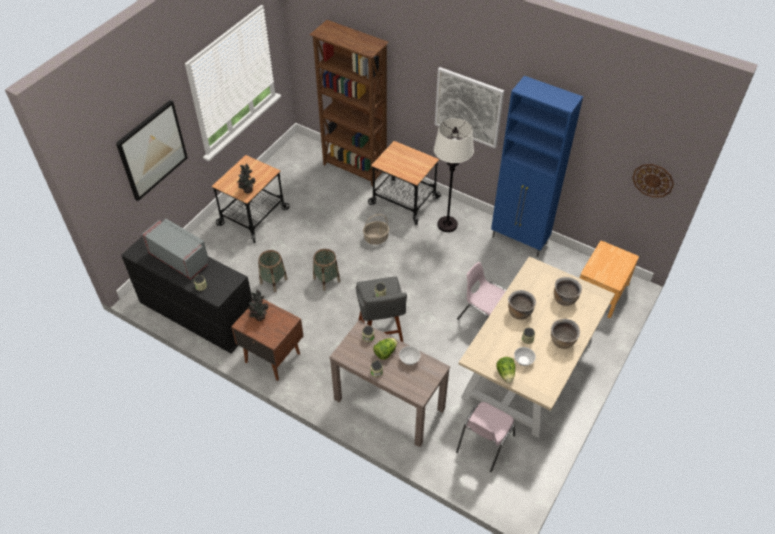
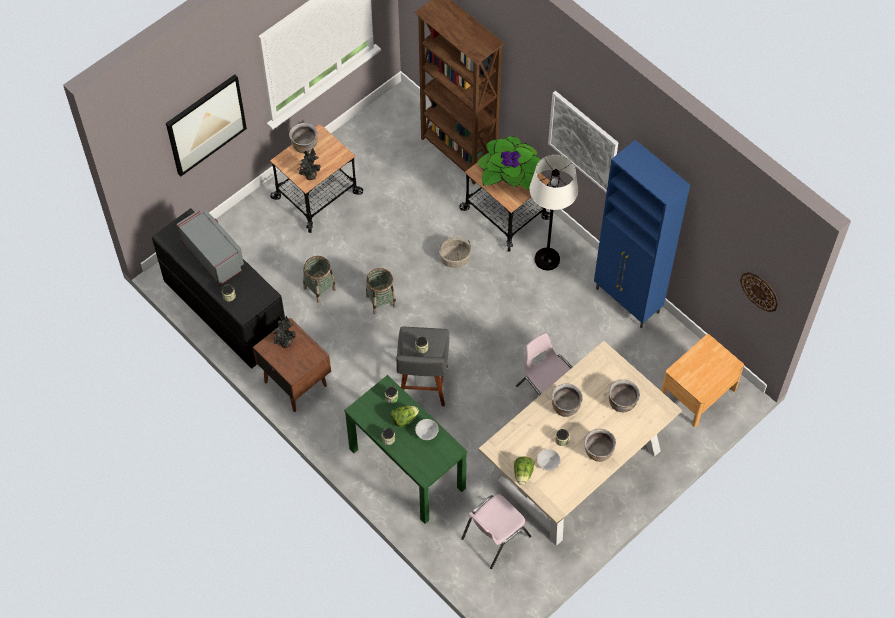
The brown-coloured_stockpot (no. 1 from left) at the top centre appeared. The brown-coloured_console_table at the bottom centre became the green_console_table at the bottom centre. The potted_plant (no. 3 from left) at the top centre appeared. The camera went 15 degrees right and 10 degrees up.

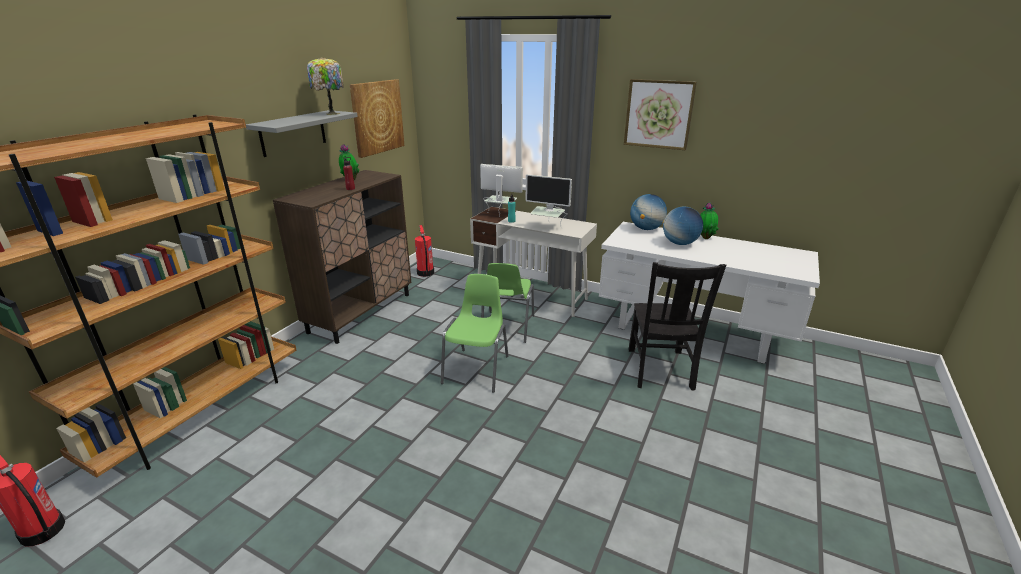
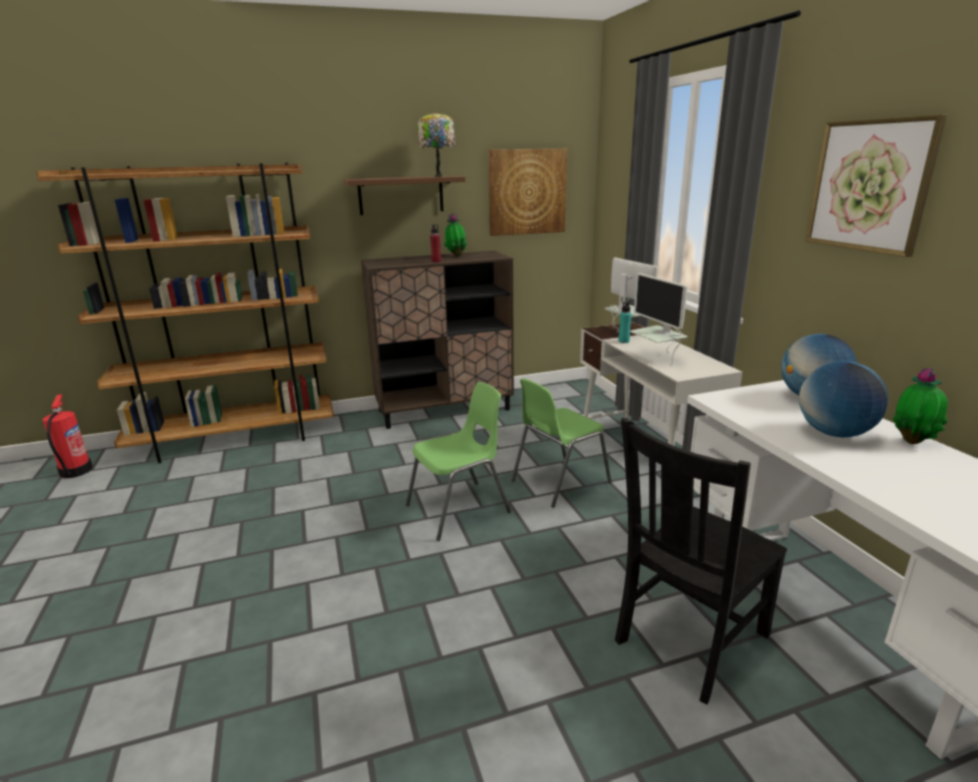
The grey_shelf at the top left became the brown-coloured_shelf at the top centre. The extinguisher (no. 2 from left) at the centre disappeared. The camera went 45 degrees right and 5 degrees down.

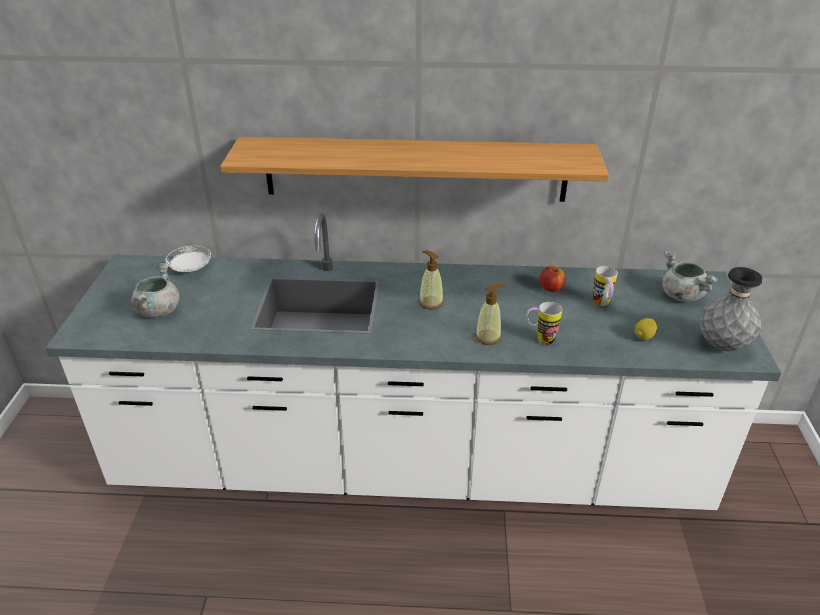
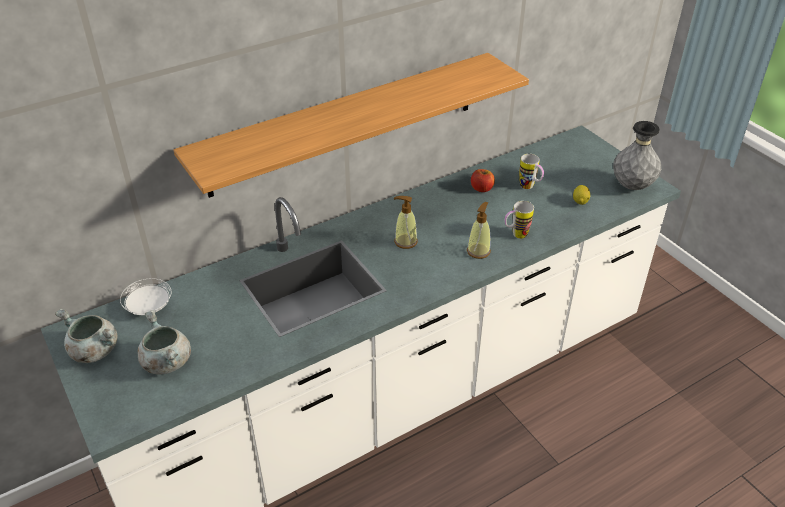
The grey_stockpot (no. 2 from left in the first image) moved from the middle right to the middle left. The camera went 35 degrees left and 5 degrees up.

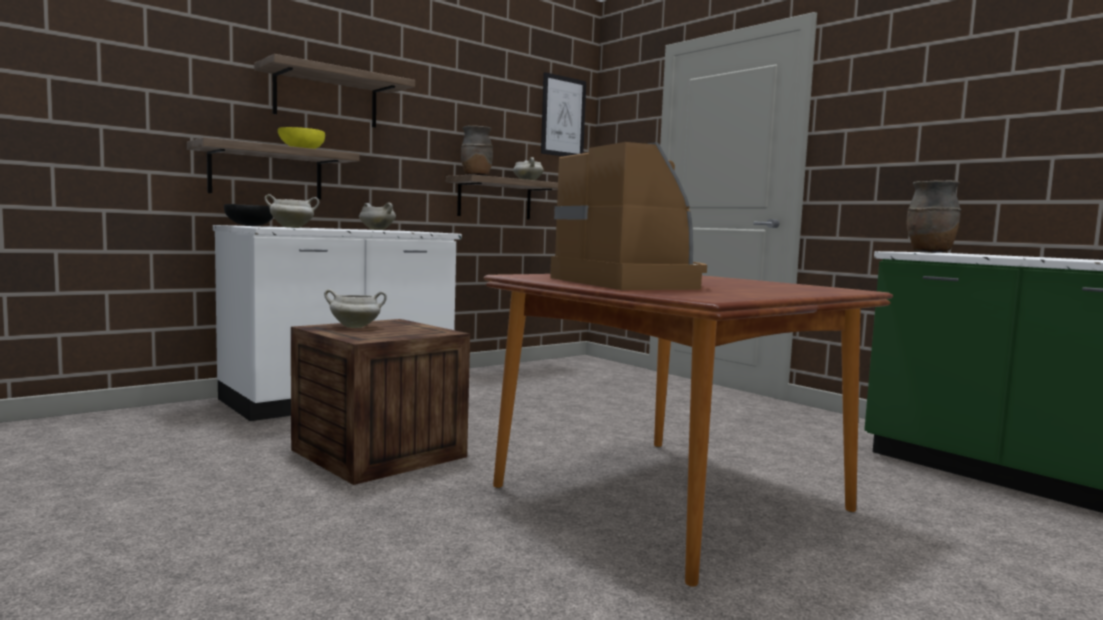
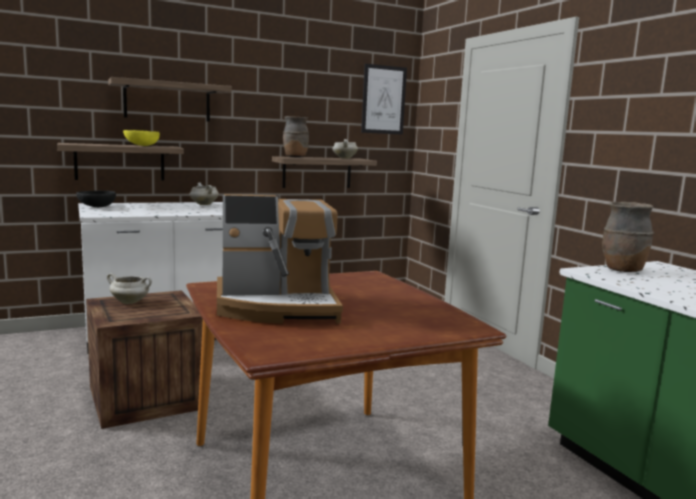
The coffee_maker at the centre turned 90 degrees clockwise. The whitish_stockpot (no. 1 from left) at the middle left disappeared. The camera went 15 degrees right and 5 degrees up.

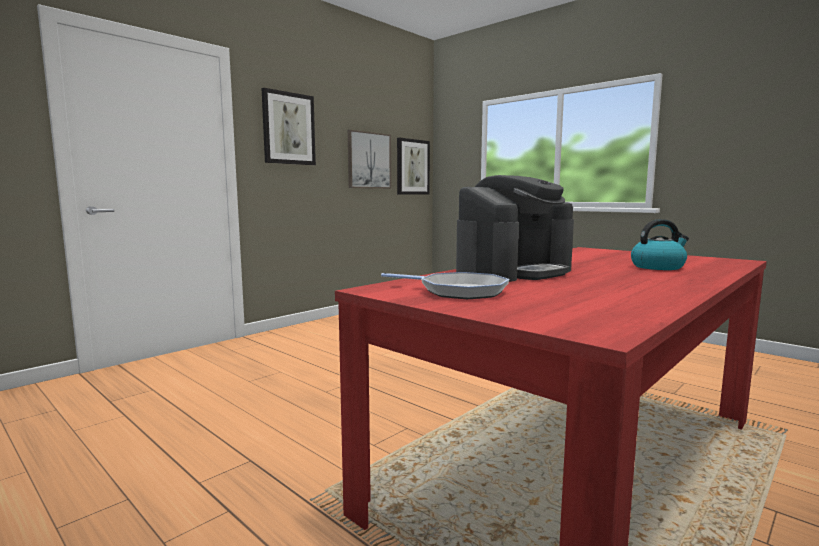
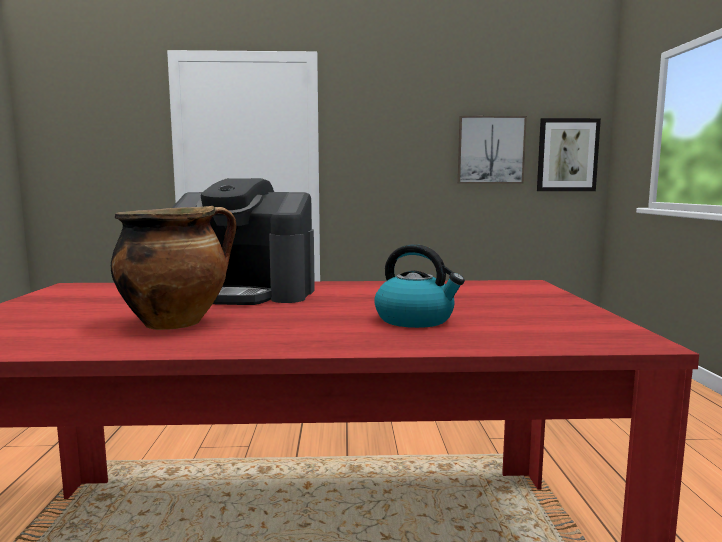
The stockpot at the middle left appeared. The wall_picture (no. 1 from left) at the top centre disappeared. The skillet at the centre disappeared. The camera went 45 degrees right and 0 degrees up.

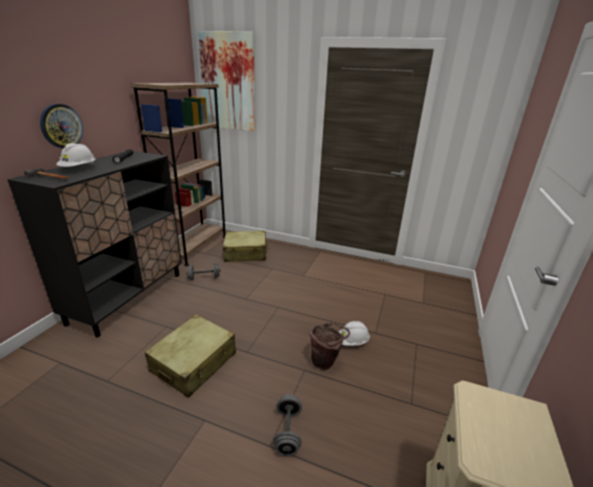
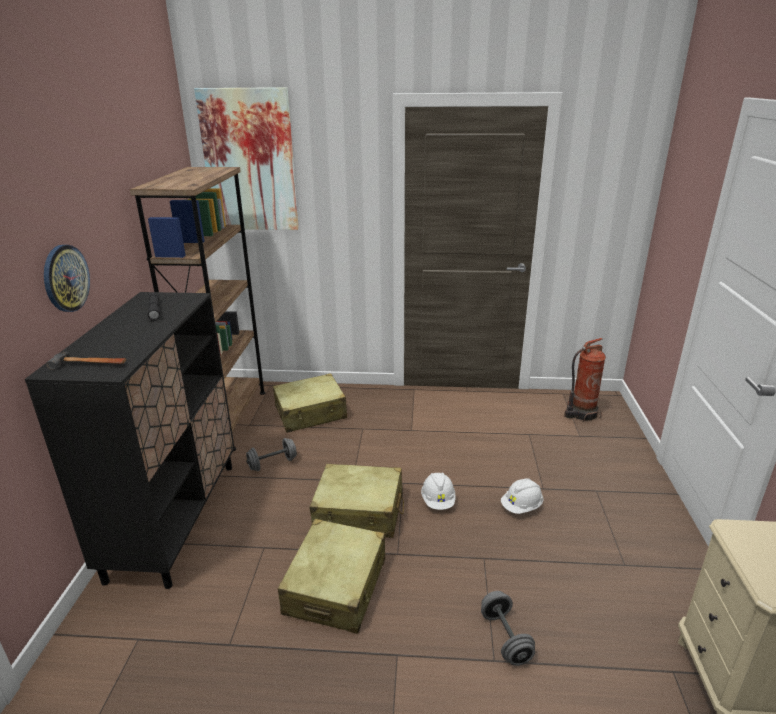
The beige_suitcase (no. 3 from left) at the bottom centre appeared. The whitish_work_helmet (no. 1 from left) moved from the top left to the bottom centre. The extinguisher at the middle right appeared. The brown-coloured_bucket at the bottom centre disappeared. The camera went 15 degrees left and 0 degrees up.

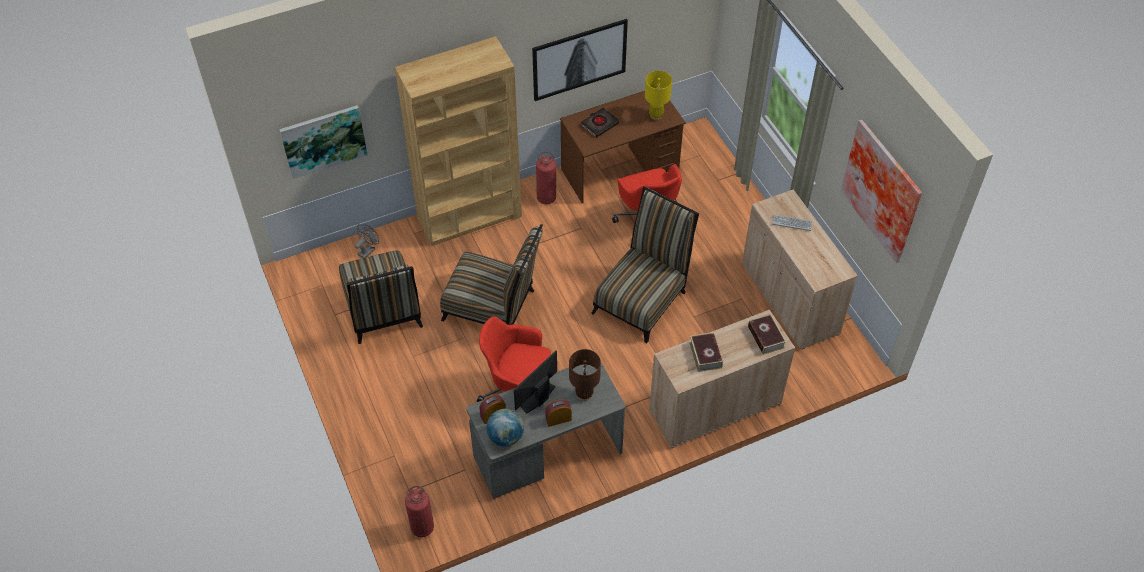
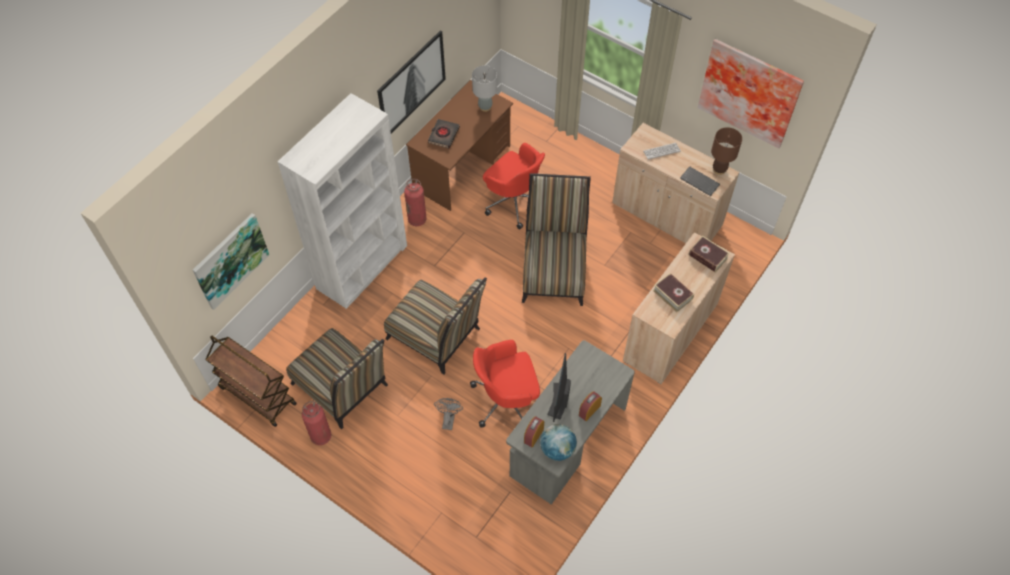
The brown-coloured_wheeled_cart at the middle left appeared. The brown-coloured_bookshelf at the top centre became the whitish_bookshelf at the centre. The extinguisher (no. 1 from left) moved from the bottom centre to the bottom left. The chair (no. 2 from left) at the centre turned 45 degrees clockwise. The grey_electric_fan moved from the middle left to the bottom centre. The yellow-coloured_tabletop_lamp at the top centre became the grey_tabletop_lamp at the top centre. The computer_keyboard (no. 2 from left) at the top right appeared. The brown-coloured_tabletop_lamp moved from the centre to the top right. The camera went 30 degrees left and 5 degrees up.

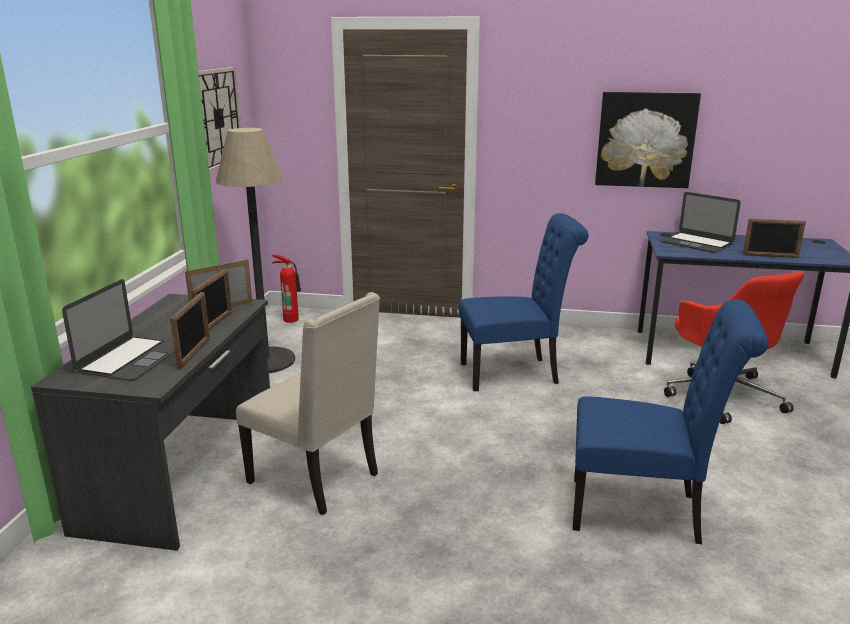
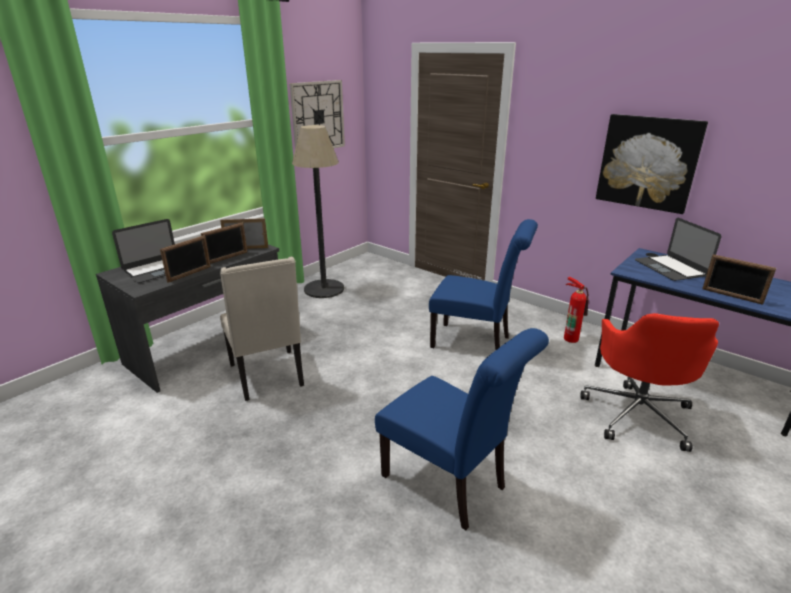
The extinguisher moved from the centre to the middle right. The camera went 30 degrees right and 5 degrees up.

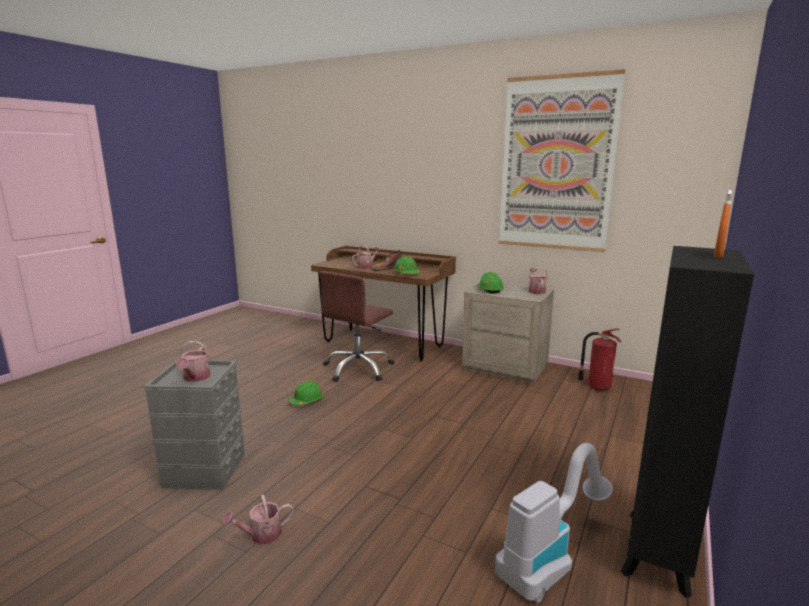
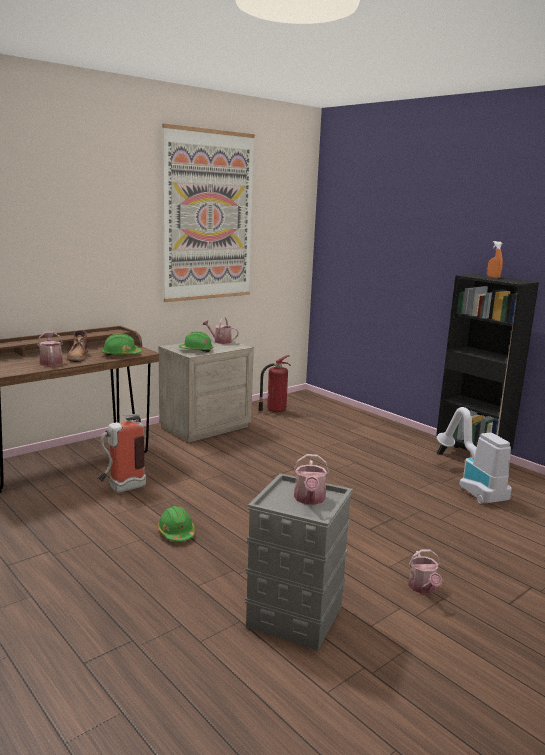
The brown-coloured_office_chair at the centre was replaced by the extinguisher (no. 1 from left) at the middle left. The watering_pot (no. 1 from left in the first image) at the middle left turned 75 degrees clockwise. The camera went 70 degrees left and 0 degrees up.

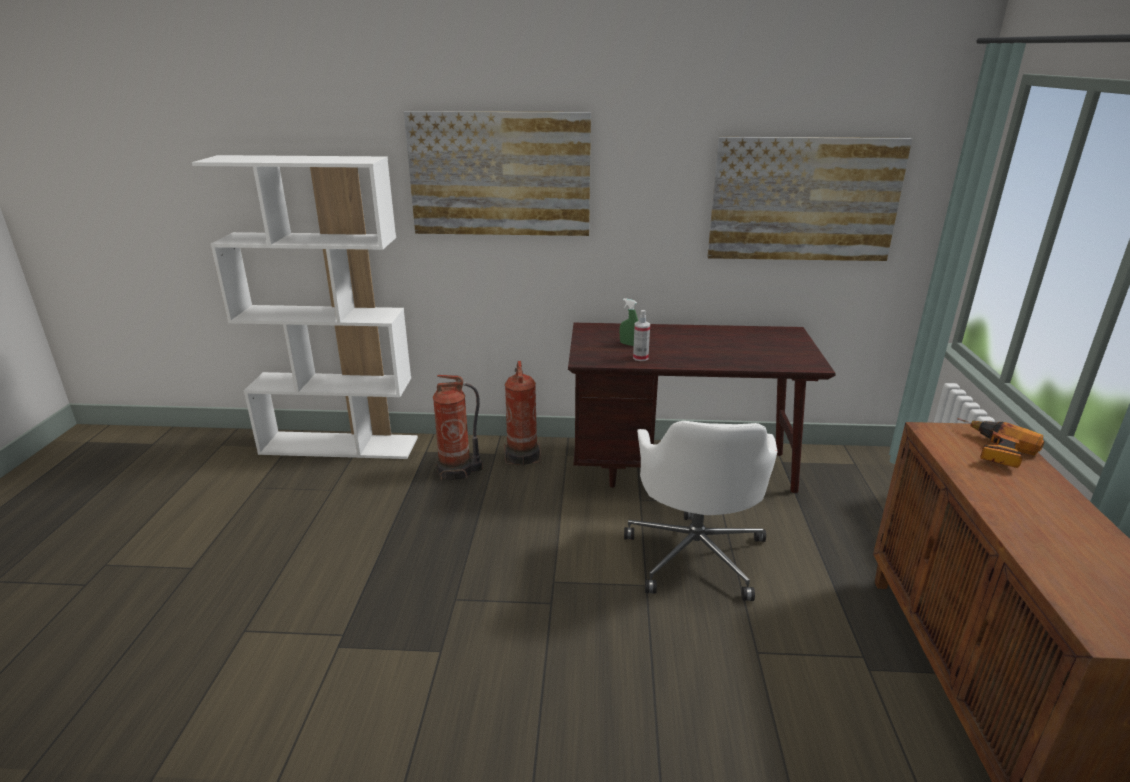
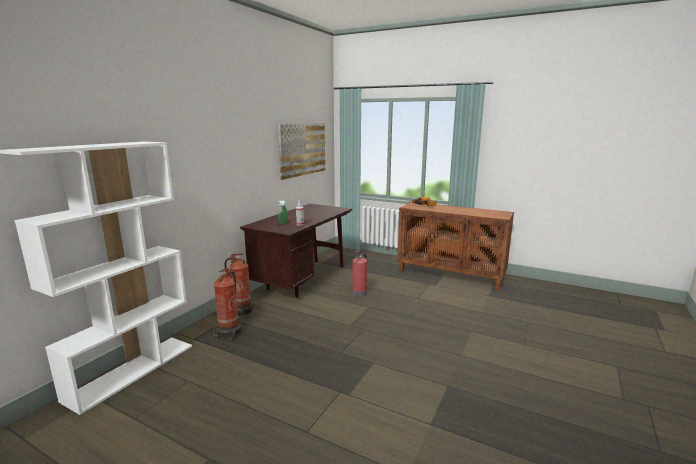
The whitish_office_chair at the centre was replaced by the extinguisher (no. 3 from left) at the centre. The wall_picture (no. 1 from left) at the top centre disappeared. The camera went 65 degrees left and 10 degrees down.

